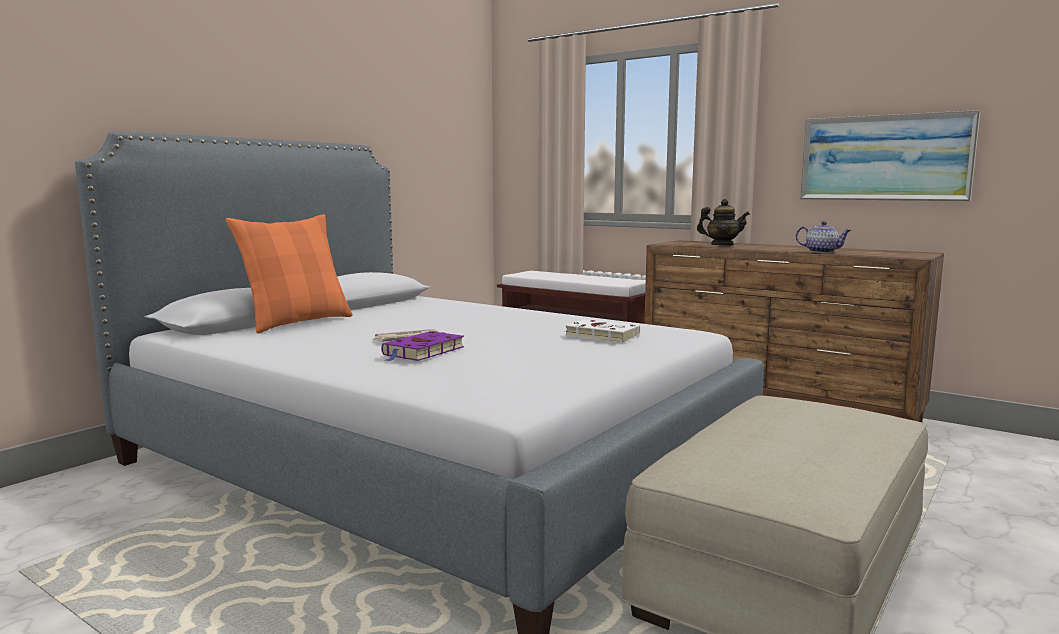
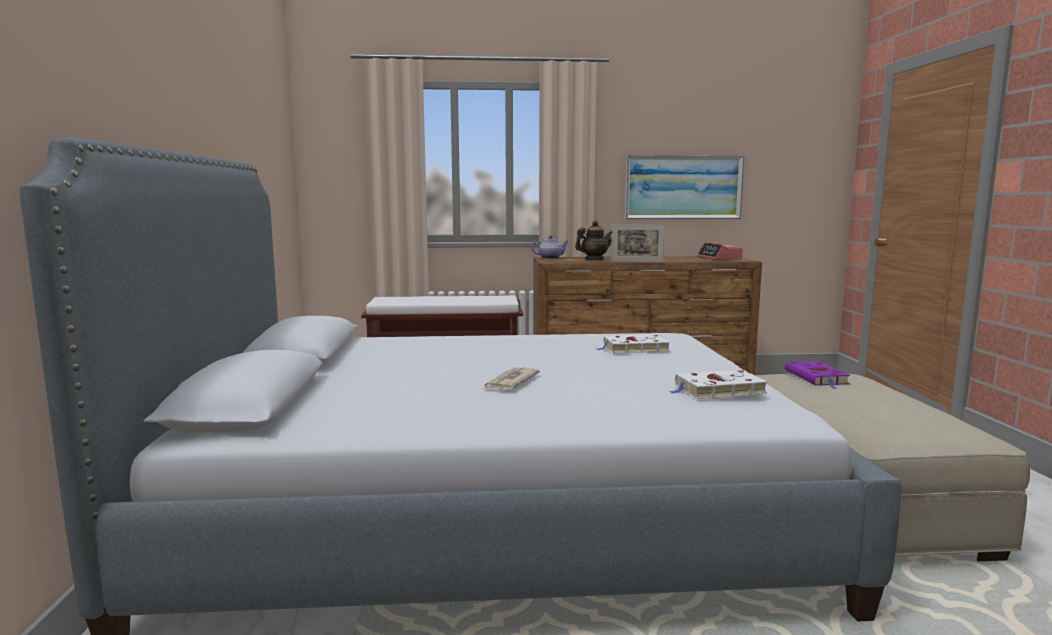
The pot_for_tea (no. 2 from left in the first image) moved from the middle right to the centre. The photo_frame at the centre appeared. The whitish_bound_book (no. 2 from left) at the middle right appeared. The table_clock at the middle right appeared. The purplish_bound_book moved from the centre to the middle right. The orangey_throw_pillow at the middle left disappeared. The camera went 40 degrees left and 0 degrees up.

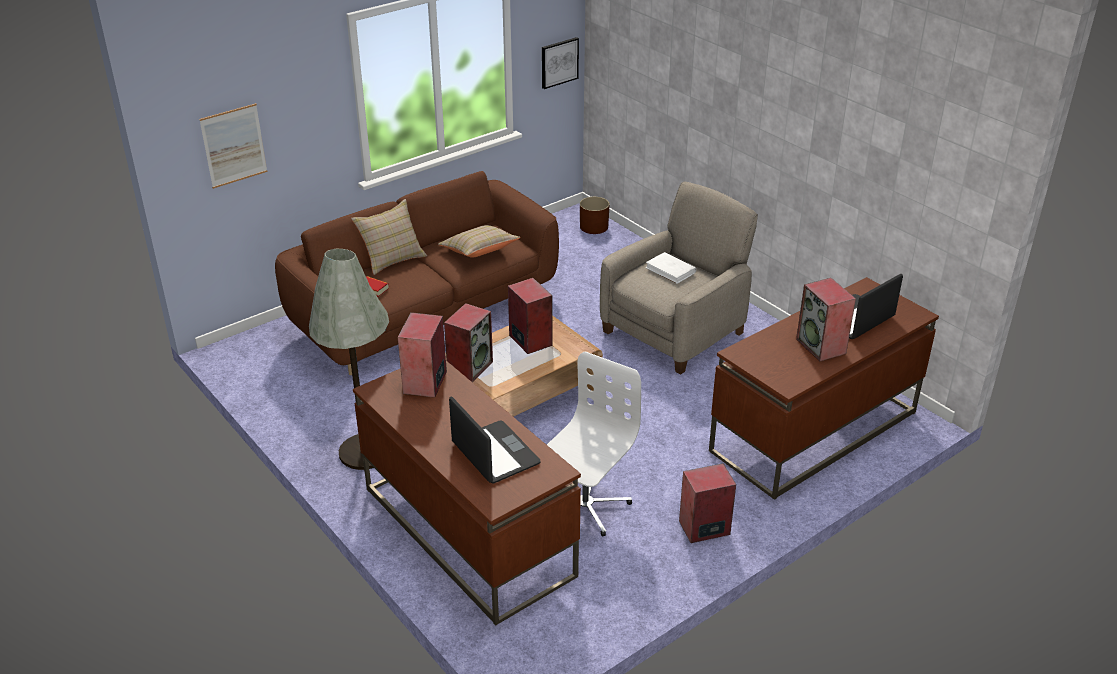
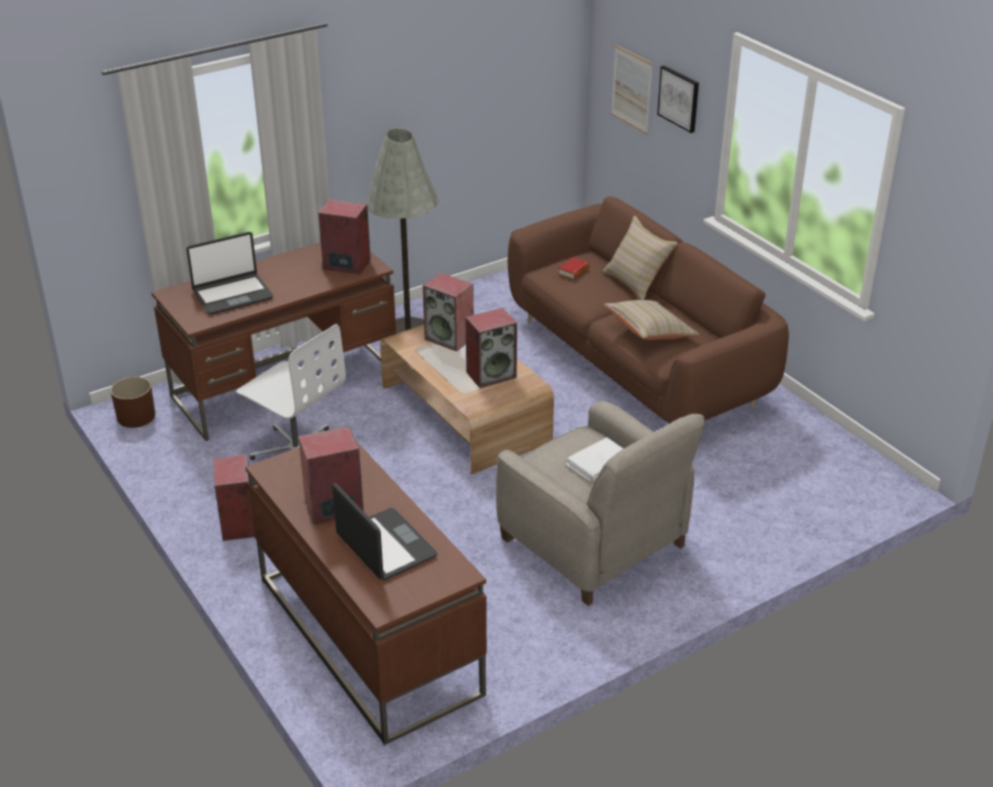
The brown-coloured_planter moved from the top centre to the middle left. The wall_picture (no. 2 from left) moved from the top centre to the top right. The camera went 95 degrees right and 0 degrees up.

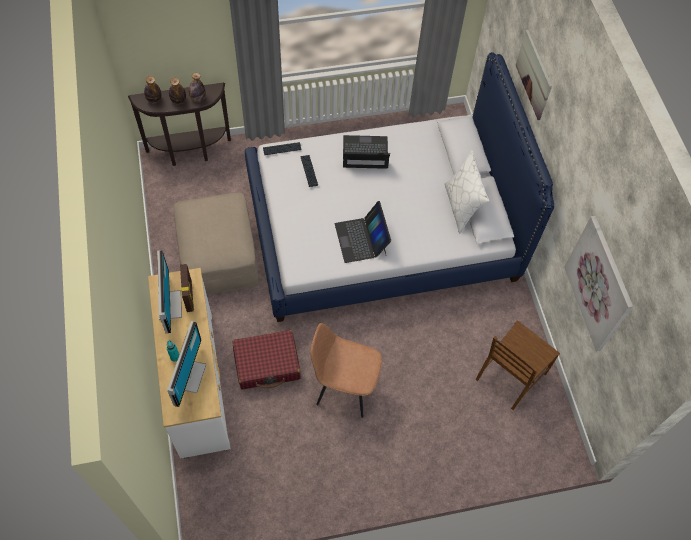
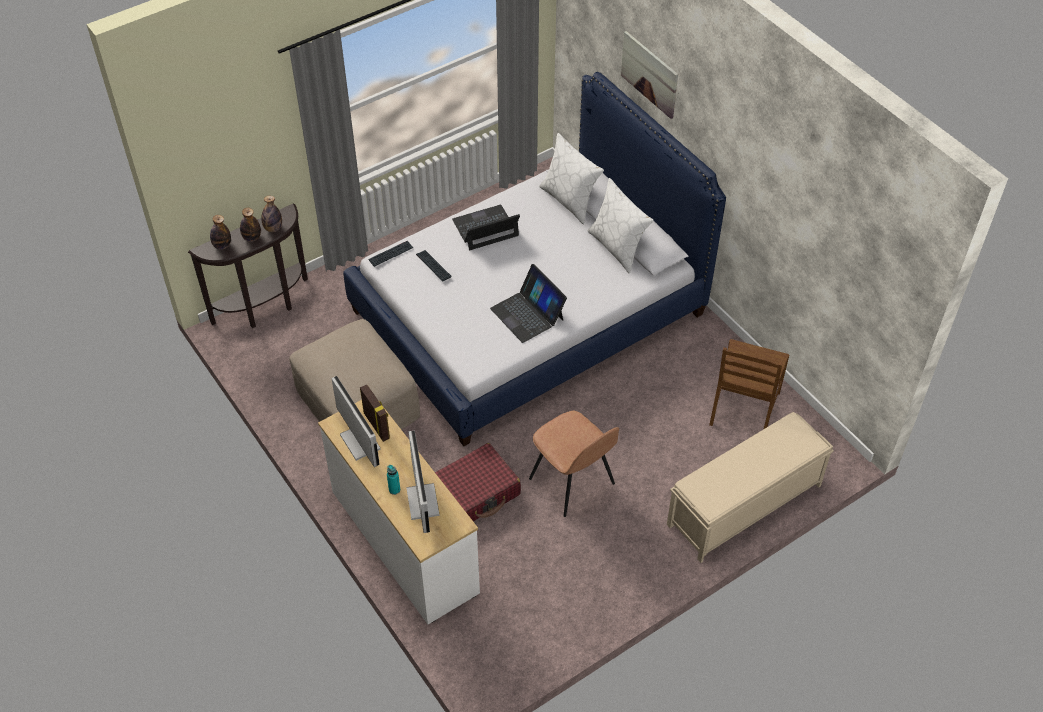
The brown-coloured_chair (no. 1 from left) at the bottom centre turned 120 degrees counterclockwise. The whitish_throw_pillow (no. 1 from left) at the top centre appeared. The beige_bench at the bottom right appeared. The wall_picture (no. 2 from left) at the middle right disappeared. The camera went 20 degrees left and 10 degrees down.

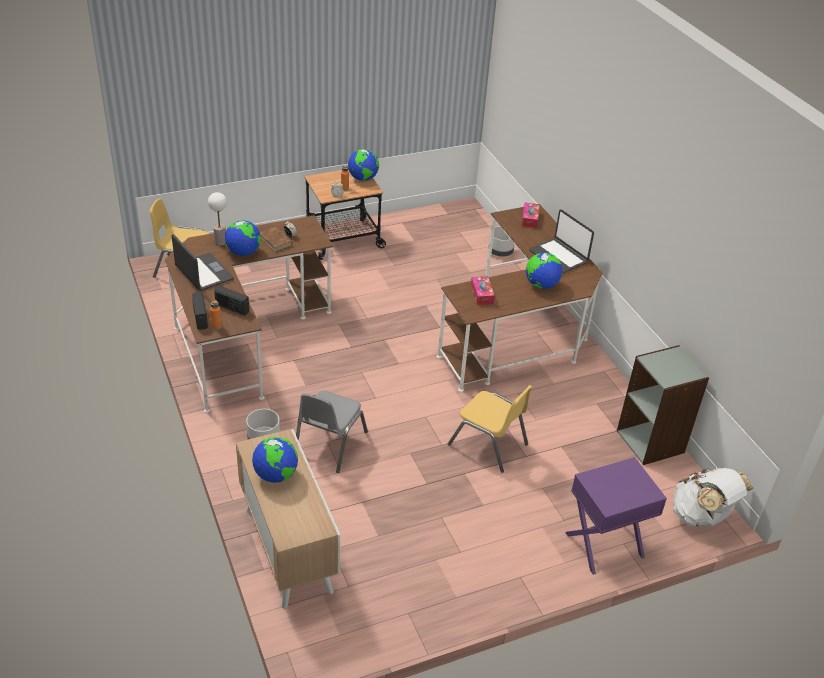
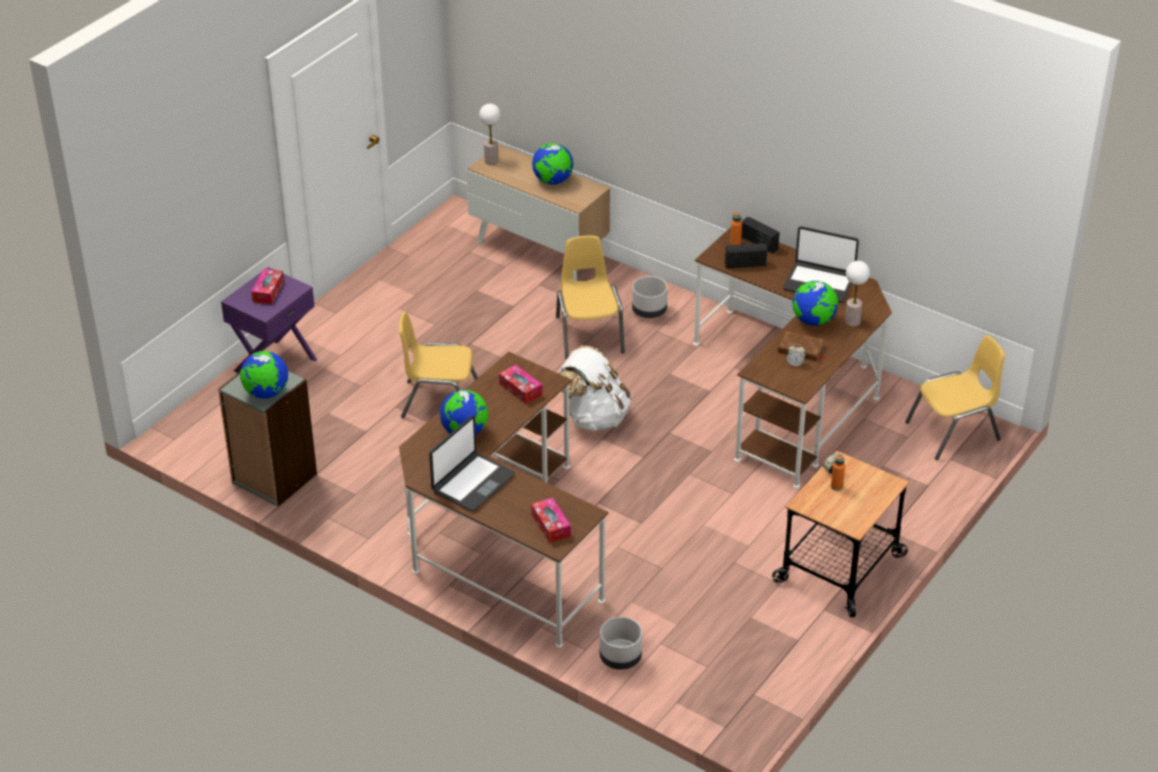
The globe (no. 3 from left in the first image) moved from the top centre to the middle left. The tissue_box (no. 1 from left) at the middle left appeared. The notebook_computer (no. 2 from left in the first image) at the middle right turned 105 degrees clockwise. The tabletop_lamp (no. 1 from left) at the top centre appeared. The grey_chair at the centre became the yellow-coloured_chair (no. 2 from left) at the centre. The whitish_knapsack moved from the bottom right to the centre. The camera went 150 degrees right and 0 degrees up.

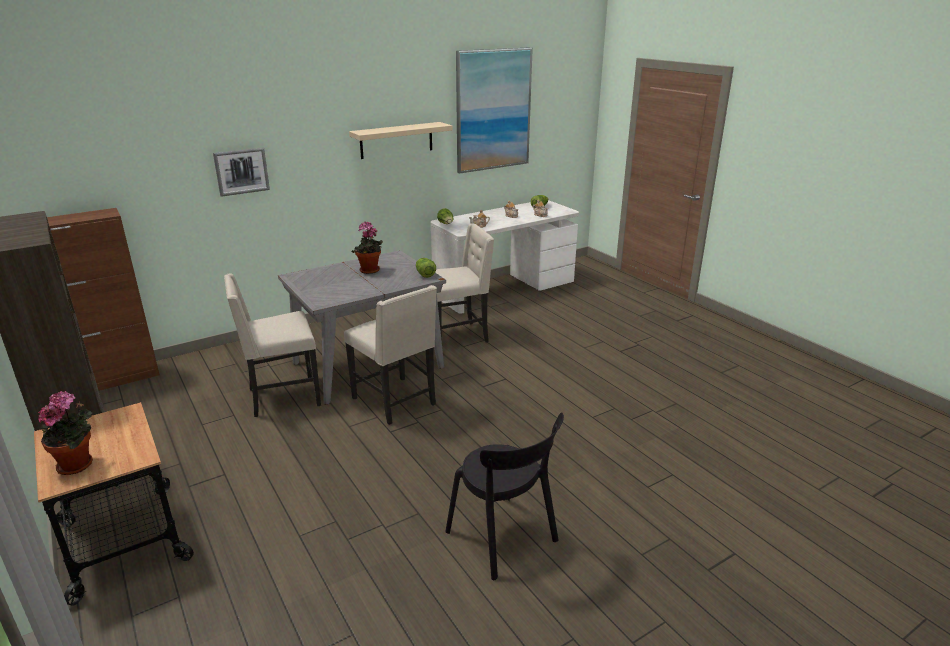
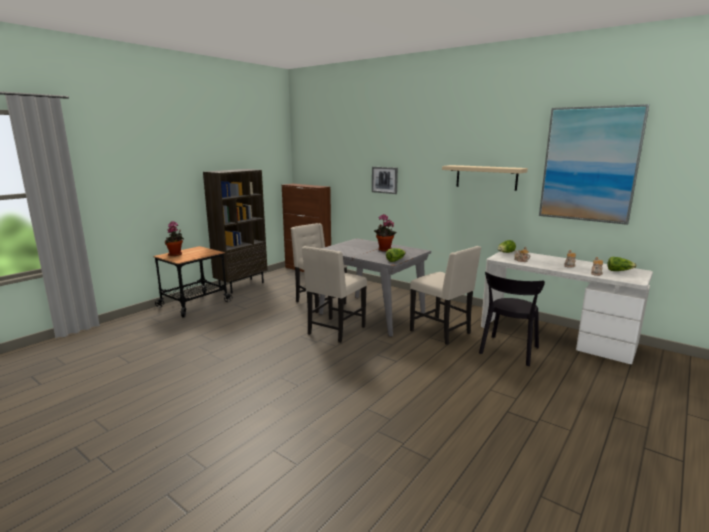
The black_chair moved from the bottom centre to the middle right. The camera went 70 degrees right and 10 degrees down.

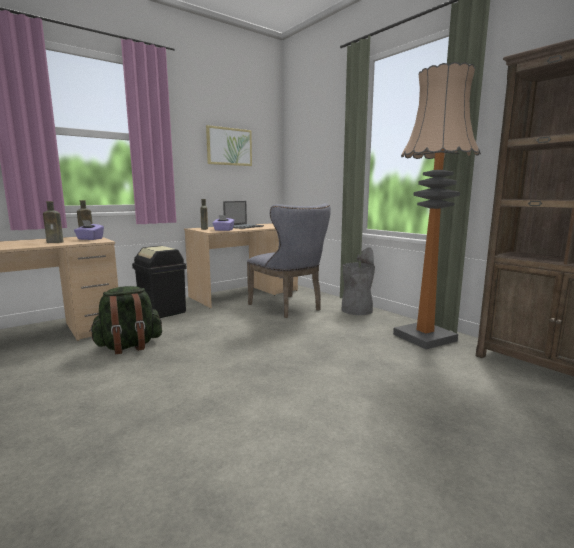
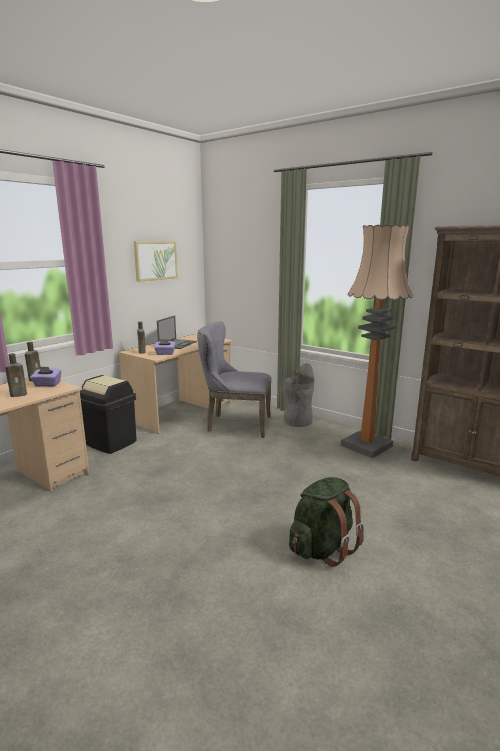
The grey_chair at the centre turned 150 degrees clockwise. The green_knapsack moved from the middle left to the bottom centre. The camera went 15 degrees left and 5 degrees up.

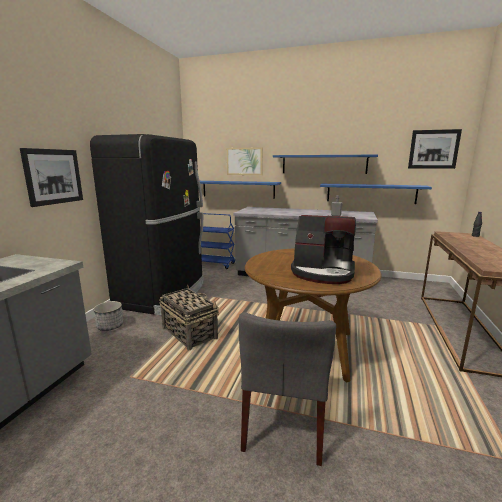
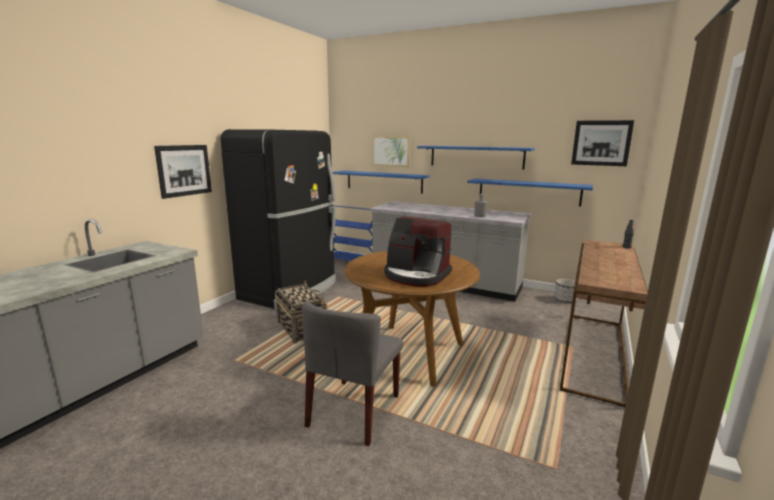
The planter moved from the middle left to the middle right. The camera went 10 degrees right and 0 degrees up.

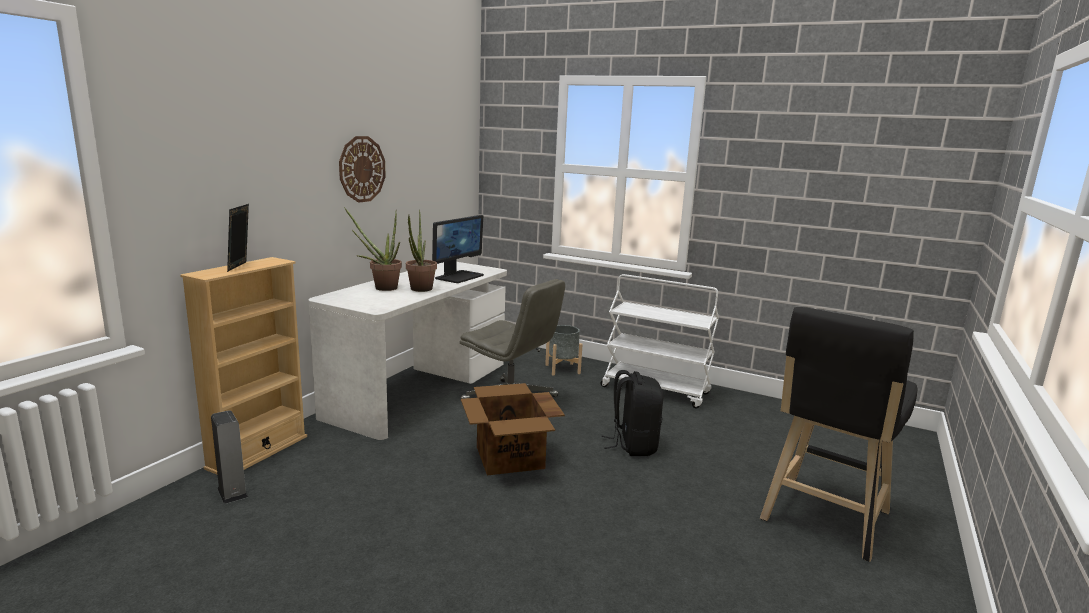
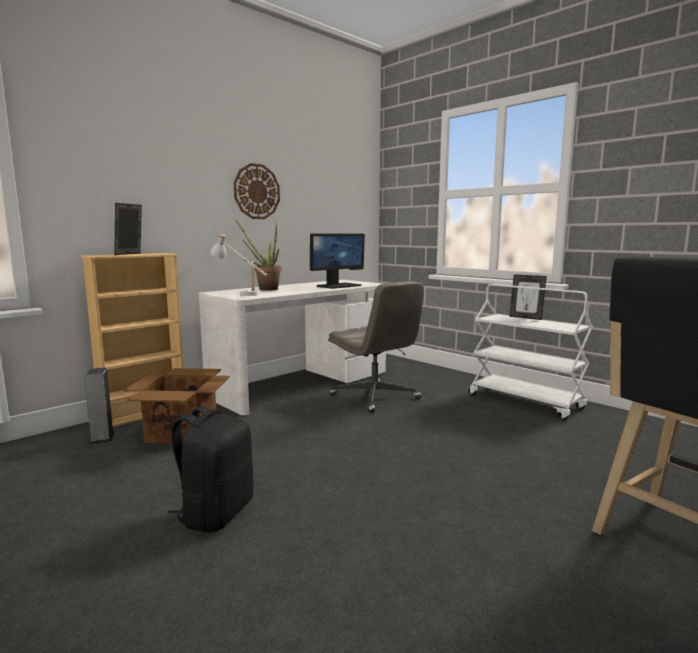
The cardboard_box moved from the bottom centre to the middle left. The black_knapsack moved from the bottom centre to the bottom left. The whitish_tabletop_lamp at the centre appeared. The photo_frame (no. 2 from left) at the middle right appeared. The potted_plant (no. 2 from left) at the centre disappeared. The grey_planter at the centre disappeared. The camera went 20 degrees right and 5 degrees down.

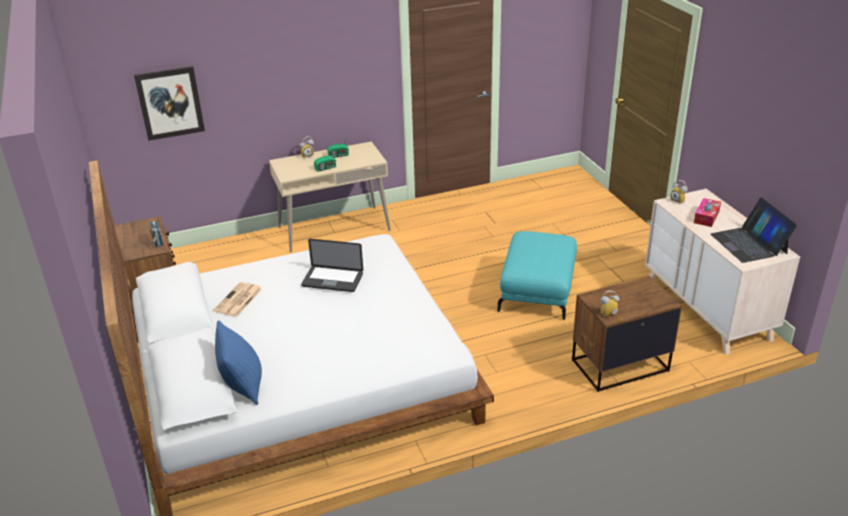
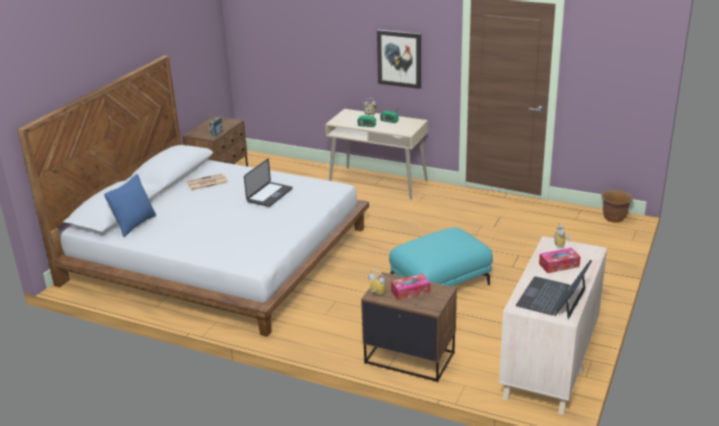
The notebook_computer (no. 1 from left) at the centre turned 120 degrees counterclockwise. The wall_picture moved from the top left to the top centre. The tissue_box (no. 1 from left) at the bottom centre appeared. The brown-coloured_planter at the middle right appeared. The camera went 45 degrees right and 5 degrees down.

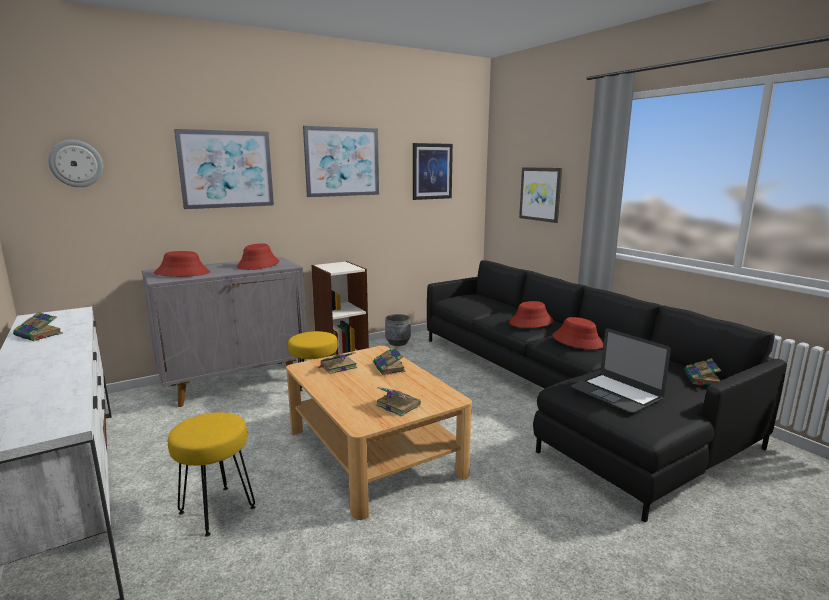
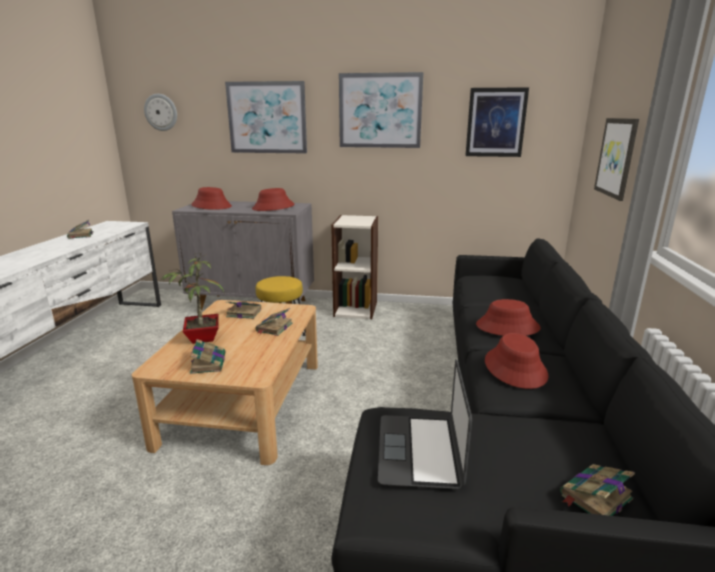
The potted_plant at the middle left appeared. The yellow-coloured_stool_seat (no. 1 from left) at the bottom left disappeared. The grey_planter at the centre disappeared. The camera went 40 degrees right and 5 degrees up.

